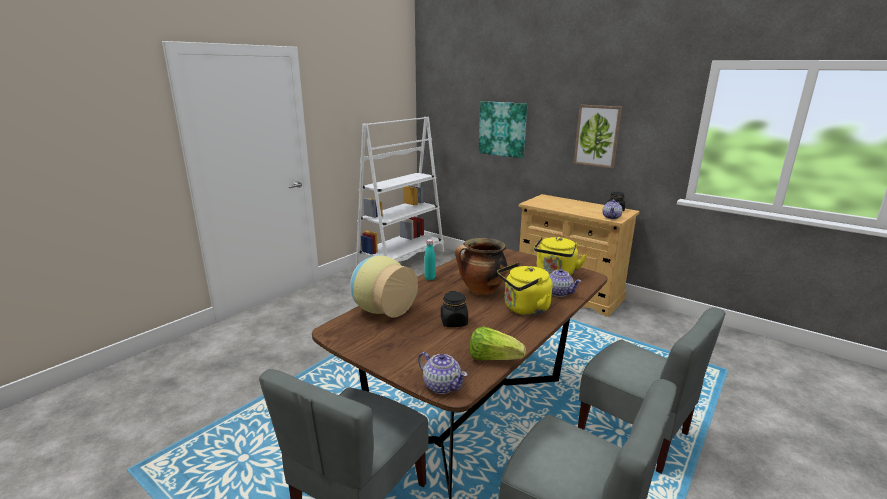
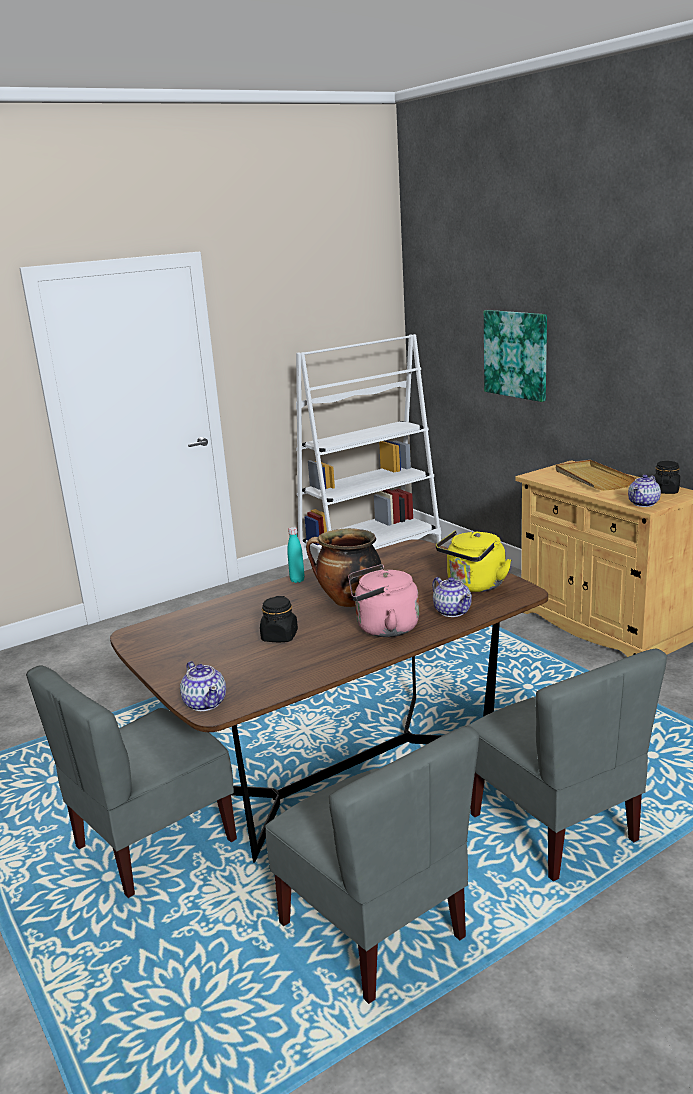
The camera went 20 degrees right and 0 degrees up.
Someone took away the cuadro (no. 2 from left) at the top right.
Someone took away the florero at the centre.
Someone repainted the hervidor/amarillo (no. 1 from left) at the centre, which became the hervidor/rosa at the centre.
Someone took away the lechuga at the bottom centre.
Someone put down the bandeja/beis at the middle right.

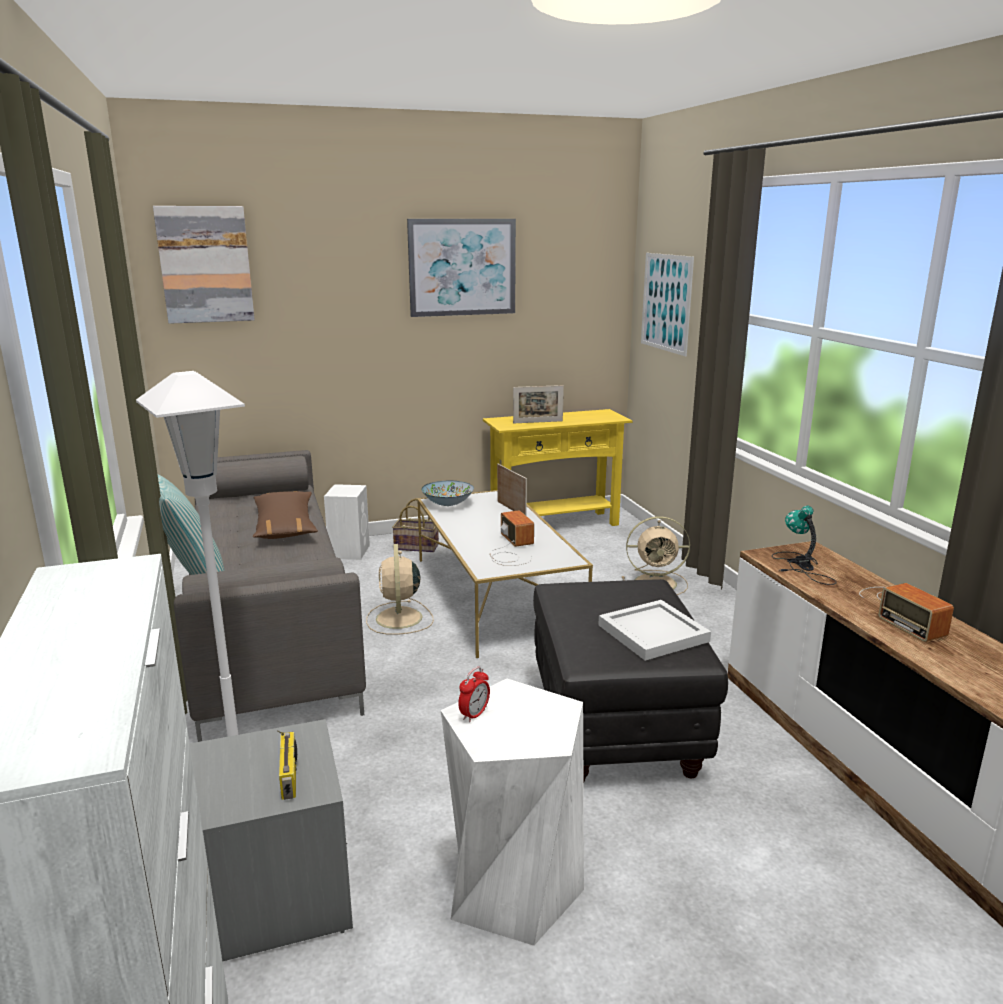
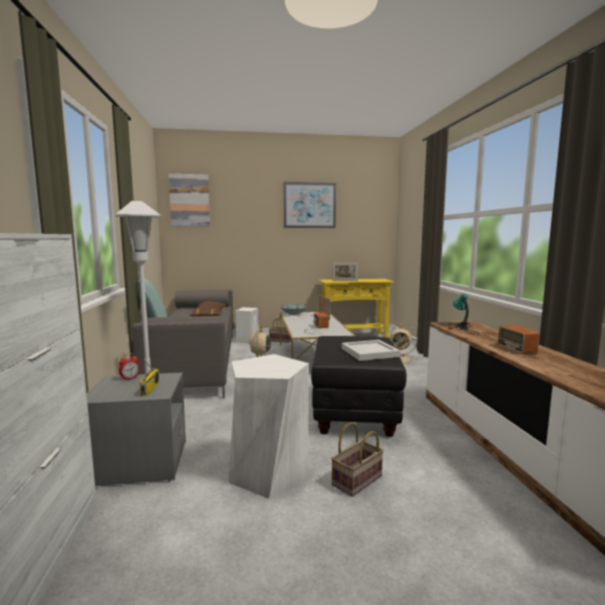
The camera went 10 degrees right and 10 degrees down.
Someone took away the cuadro (no. 3 from left) at the top centre.
Someone carried the despertador from the bottom centre to the middle left.
Someone put down the cesta (no. 2 from left) at the bottom centre.

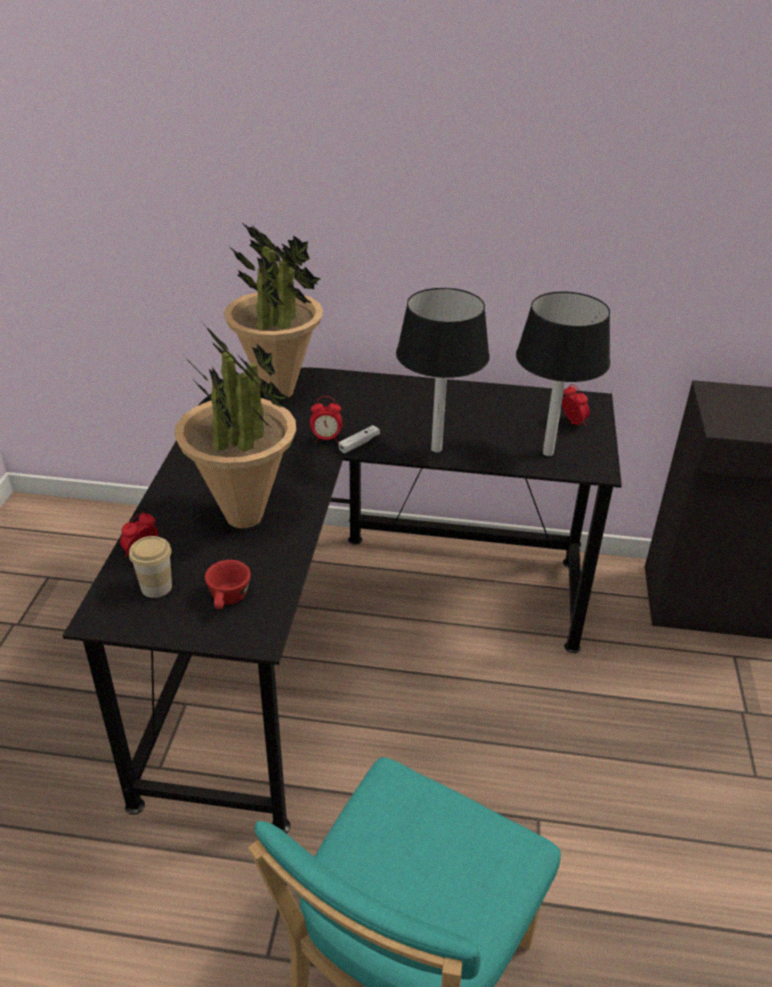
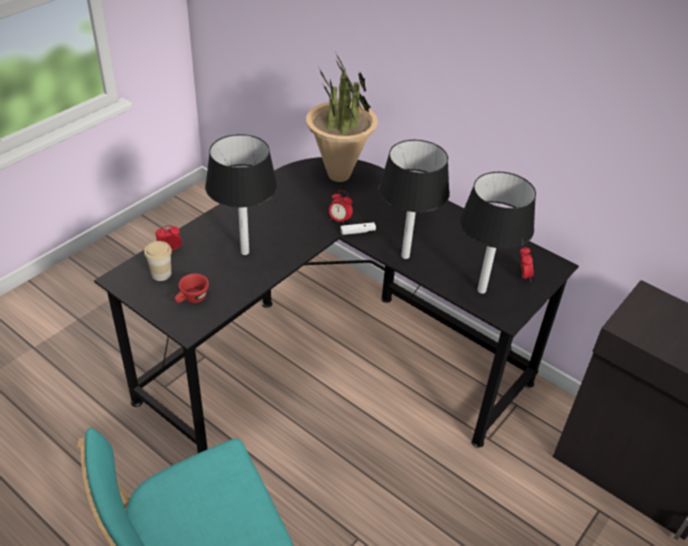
The camera went 30 degrees right and 5 degrees up.
Someone swapped the planta en maceta (no. 1 from left) at the middle left for the lámpara de mesa/negro (no. 1 from left) at the centre.

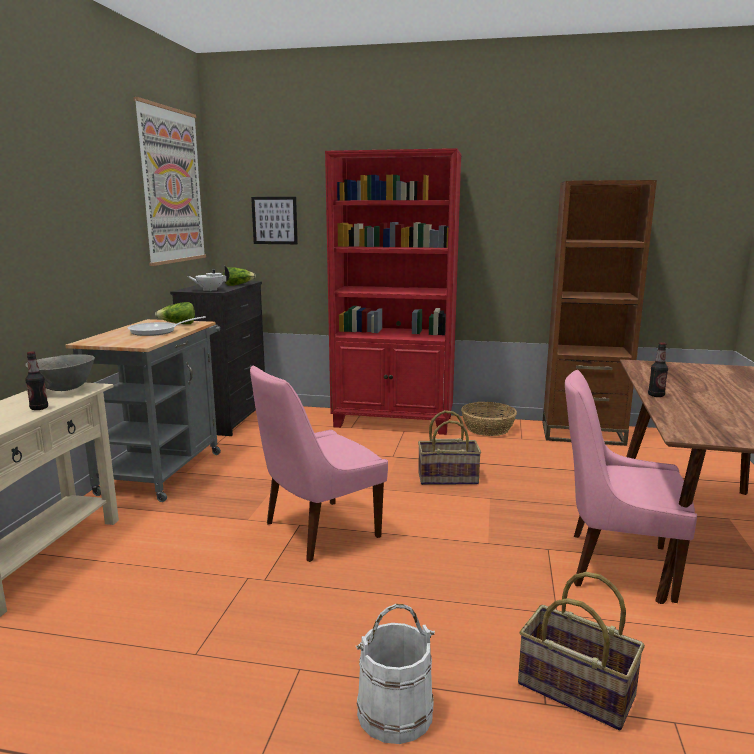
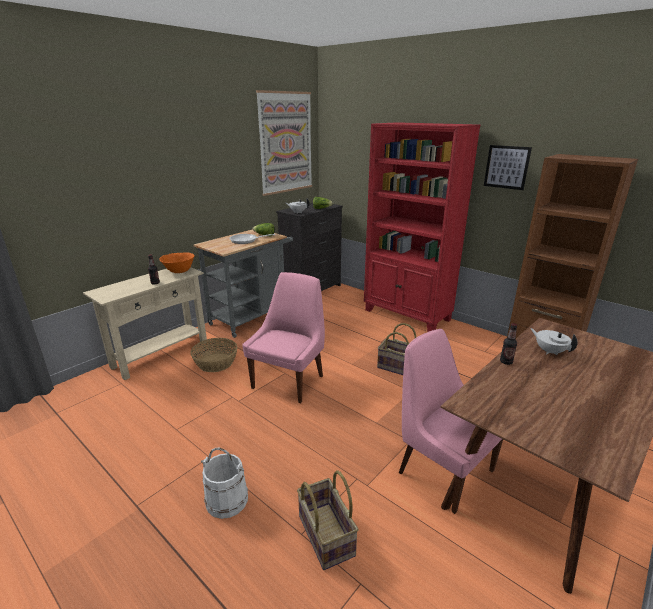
The camera went 30 degrees right and 10 degrees up.
Someone carried the cuadro (no. 2 from left) from the top centre to the top right.
Someone repainted the cuenco/gris at the middle left, which became the cuenco/naranja at the middle left.
Someone rotated the silla/rosa (no. 1 from left) at the centre by 120 degrees clockwise.
Someone carried the cesta (no. 2 from left in the first image) from the centre to the middle left.
Someone put down the tetera/blanco (no. 2 from left) at the middle right.

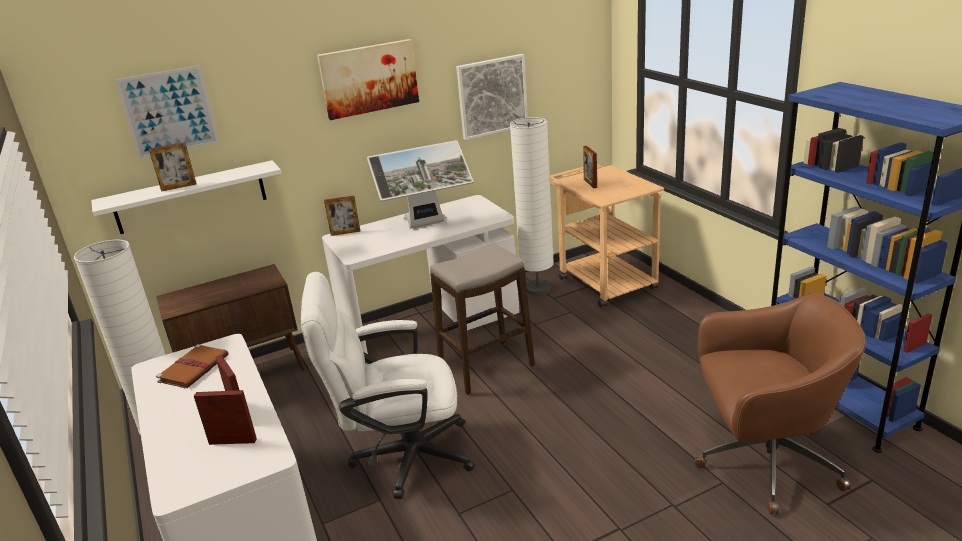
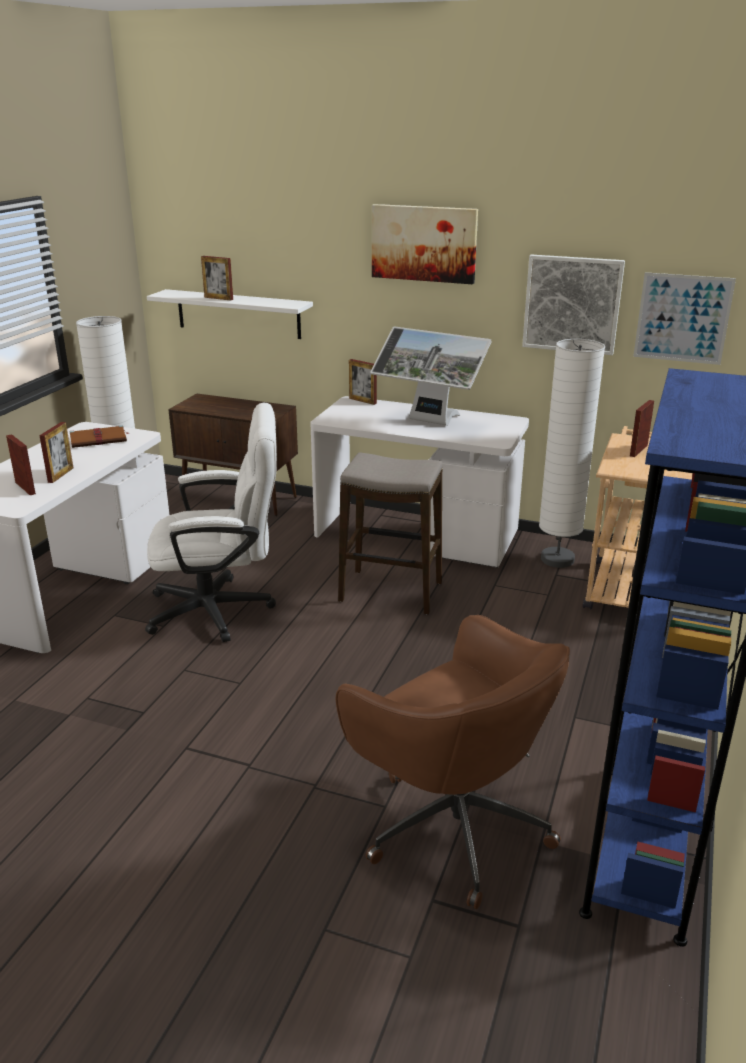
The camera went 45 degrees right and 0 degrees up.
Someone carried the cuadro (no. 1 from left in the first image) from the top left to the top right.
Someone rotated the silla de oficina/blanco at the bottom centre by 135 degrees clockwise.

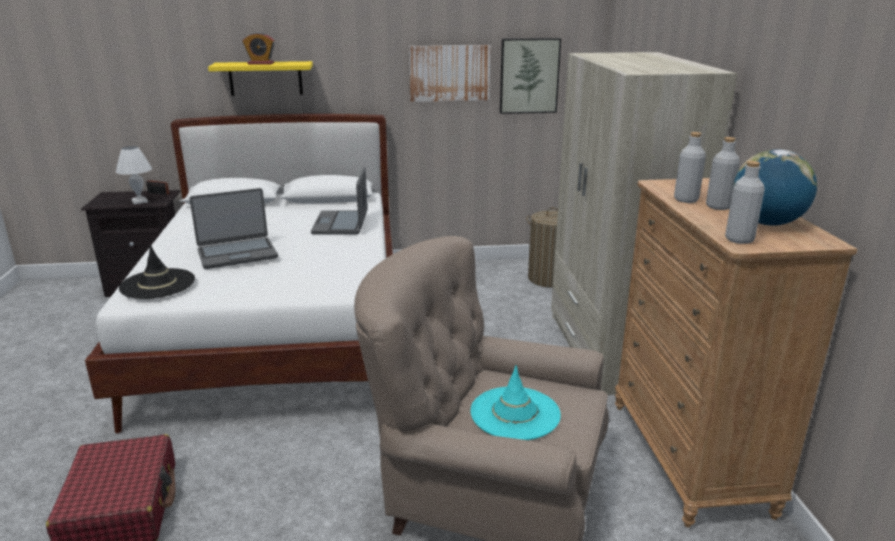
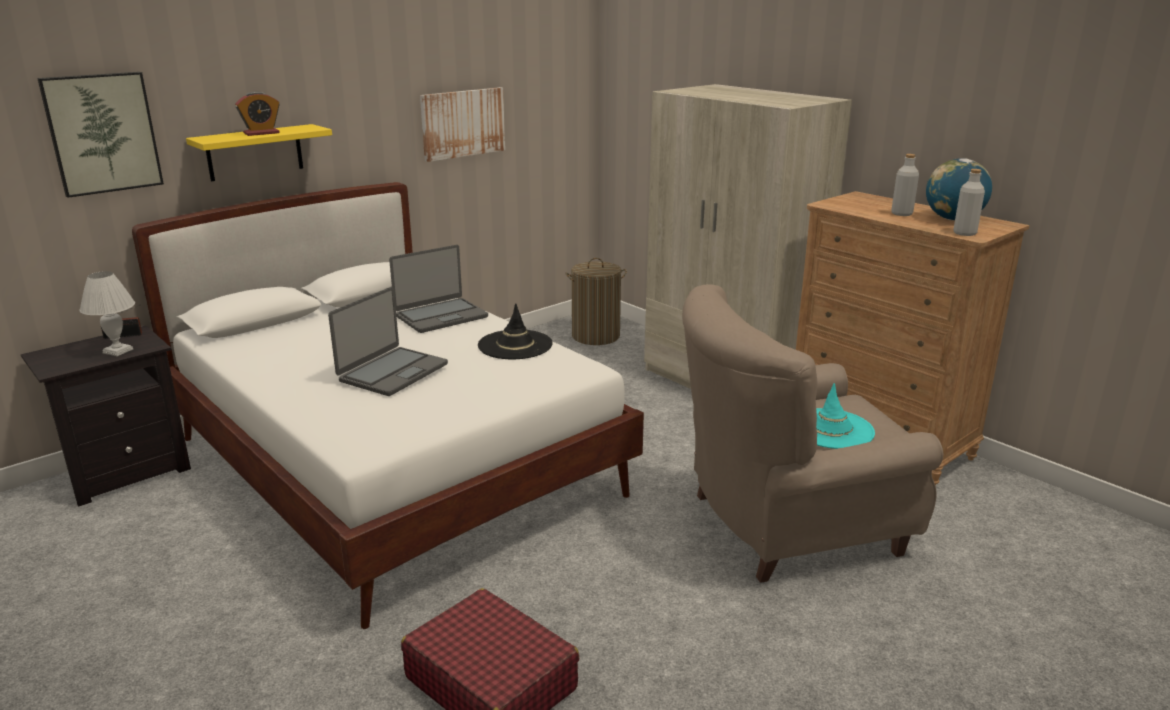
The camera went 35 degrees left and 0 degrees up.
Someone carried the cuadro (no. 2 from left in the first image) from the top centre to the top left.
Someone took away the botella/gris (no. 1 from left) at the top right.
Someone rotated the portátil (no. 2 from left) at the centre by 90 degrees counterclockwise.
Someone carried the sombrero/negro from the middle left to the centre.

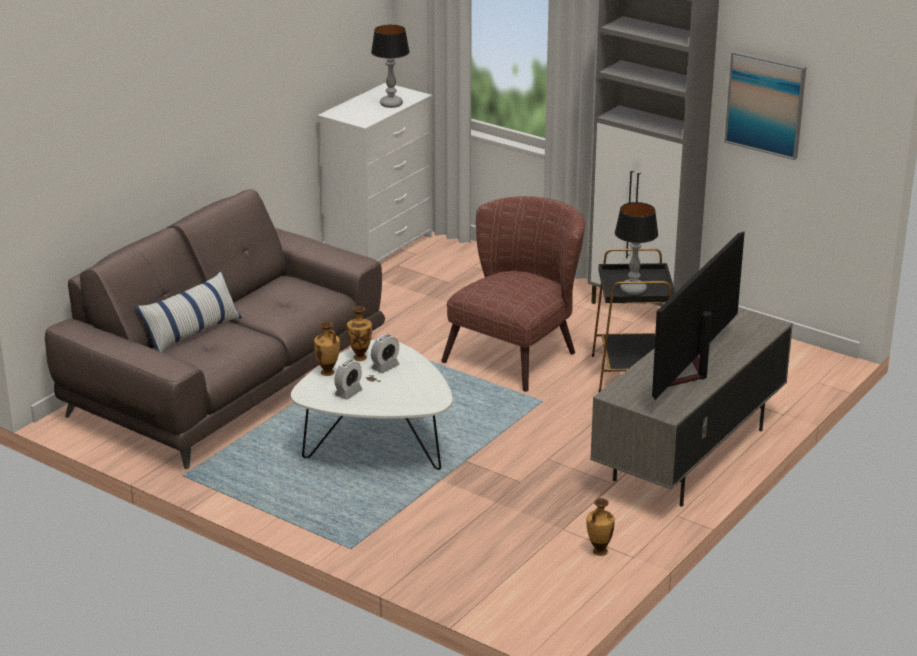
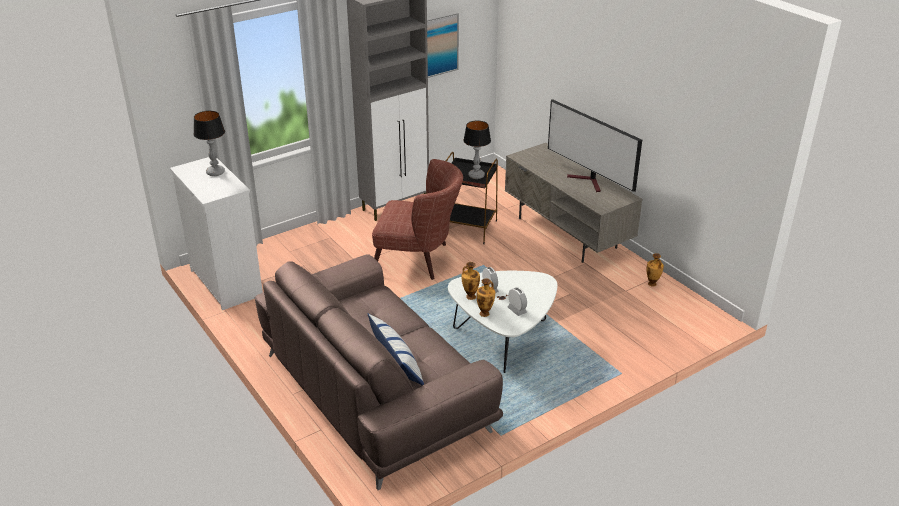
The camera went 70 degrees left and 5 degrees up.
Someone rotated the sillón/marrón at the centre by 135 degrees clockwise.

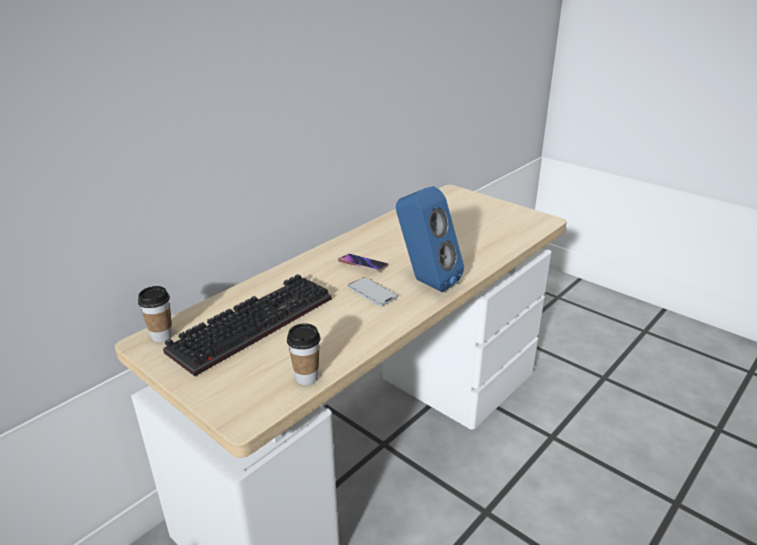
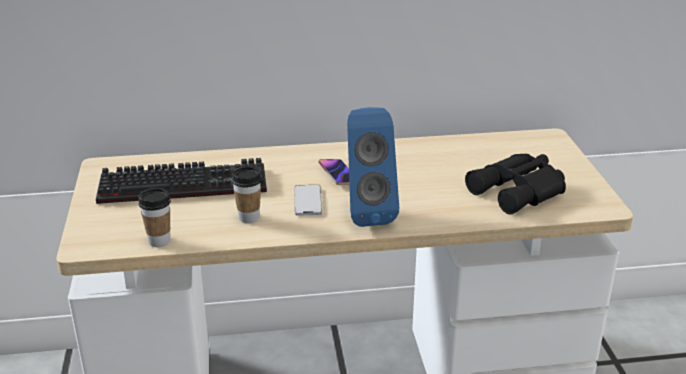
The camera went 40 degrees right and 0 degrees up.
Someone carried the taza (no. 1 from left in the first image) from the middle left to the centre.
Someone put down the prismáticos/negro at the middle right.

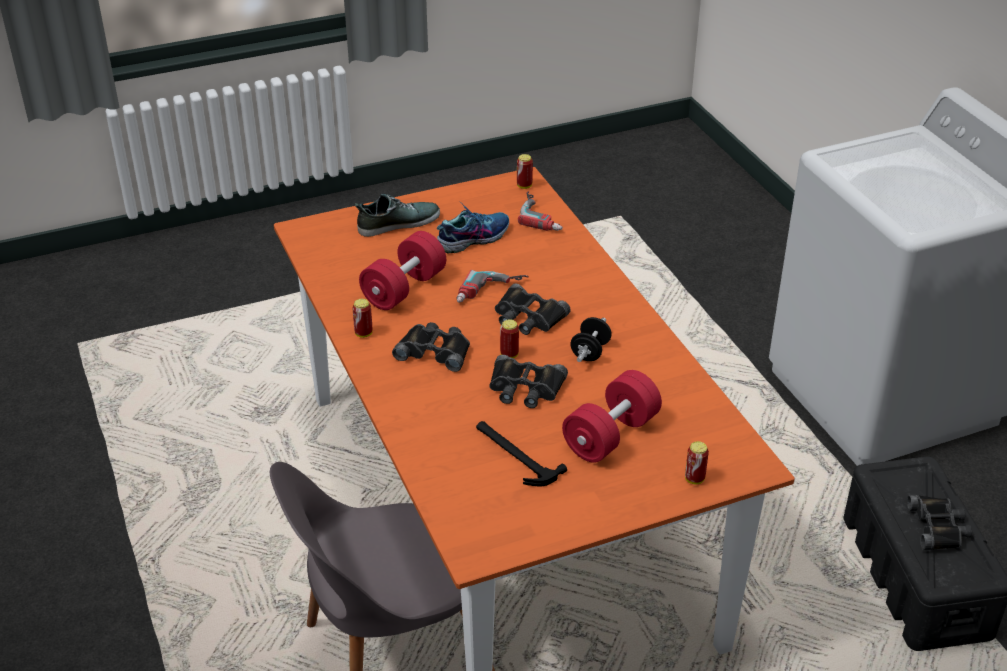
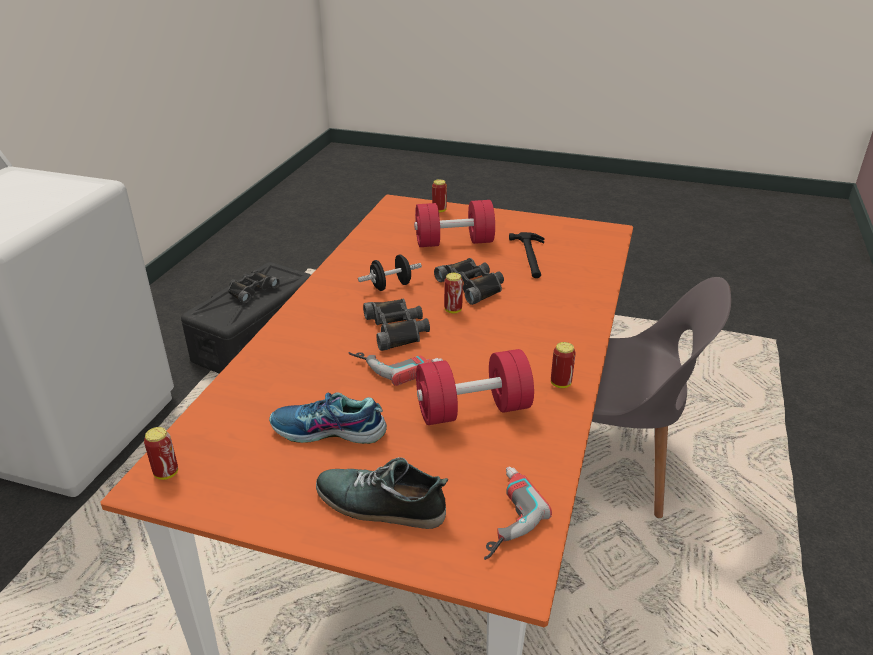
The camera went 140 degrees left and 5 degrees down.
Someone carried the taladro (no. 2 from left) from the top centre to the bottom centre.
Someone took away the prismáticos/negro (no. 1 from left) at the centre.

